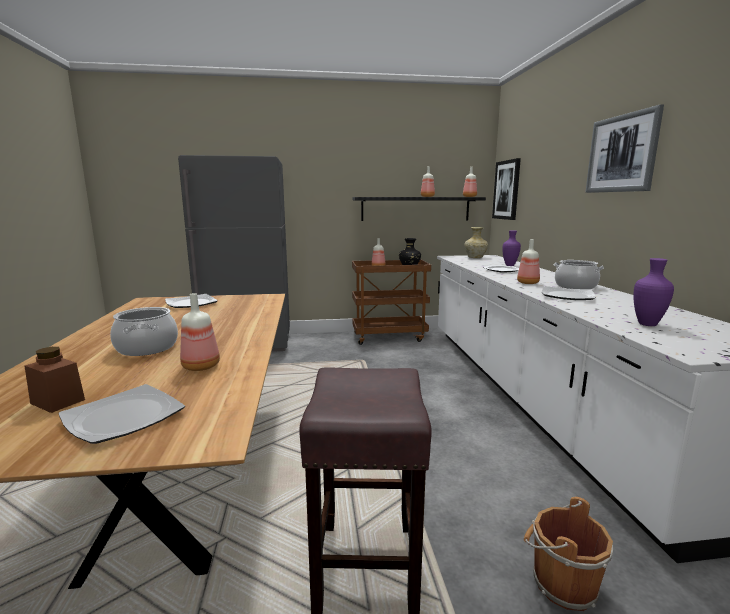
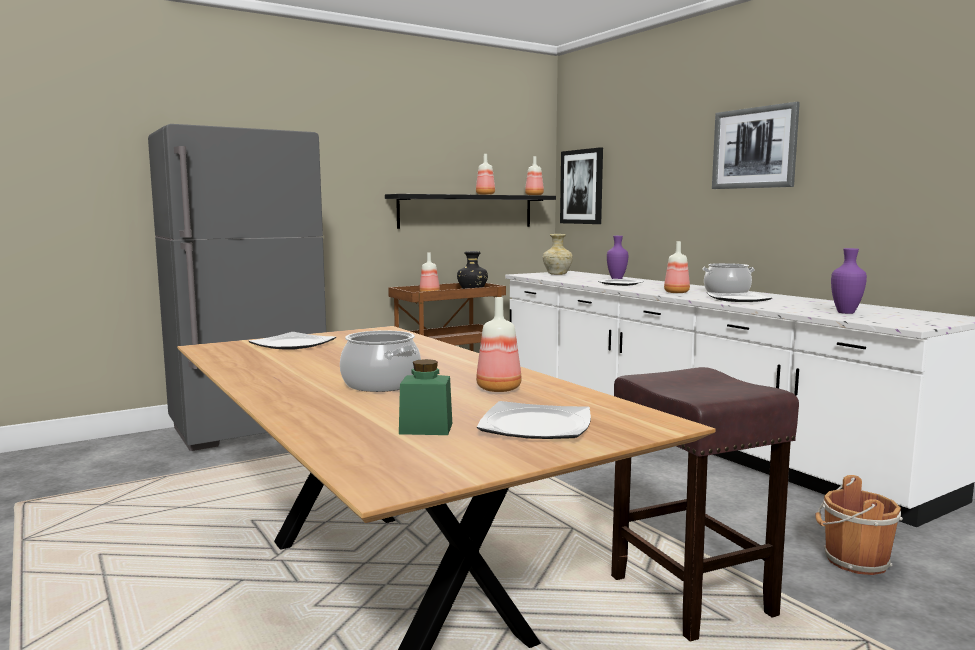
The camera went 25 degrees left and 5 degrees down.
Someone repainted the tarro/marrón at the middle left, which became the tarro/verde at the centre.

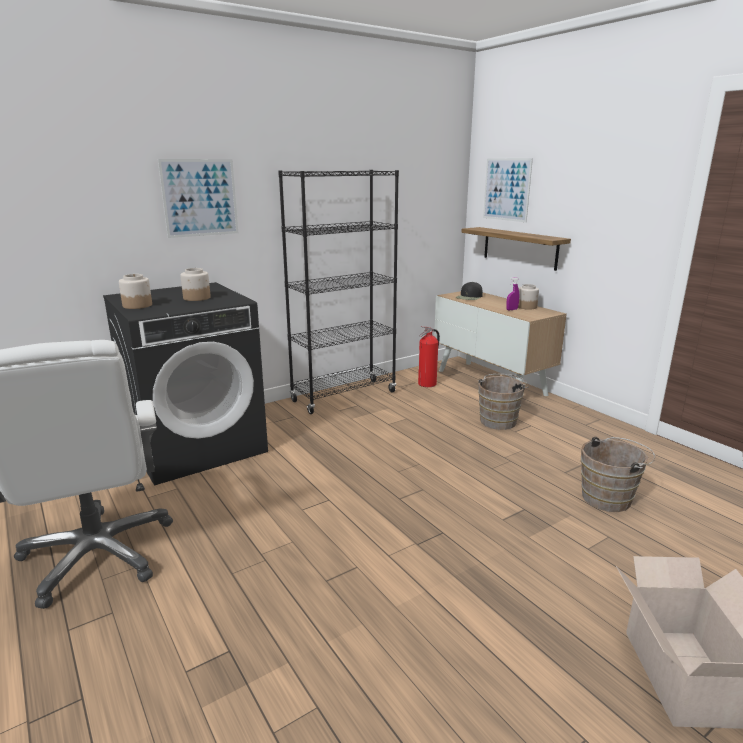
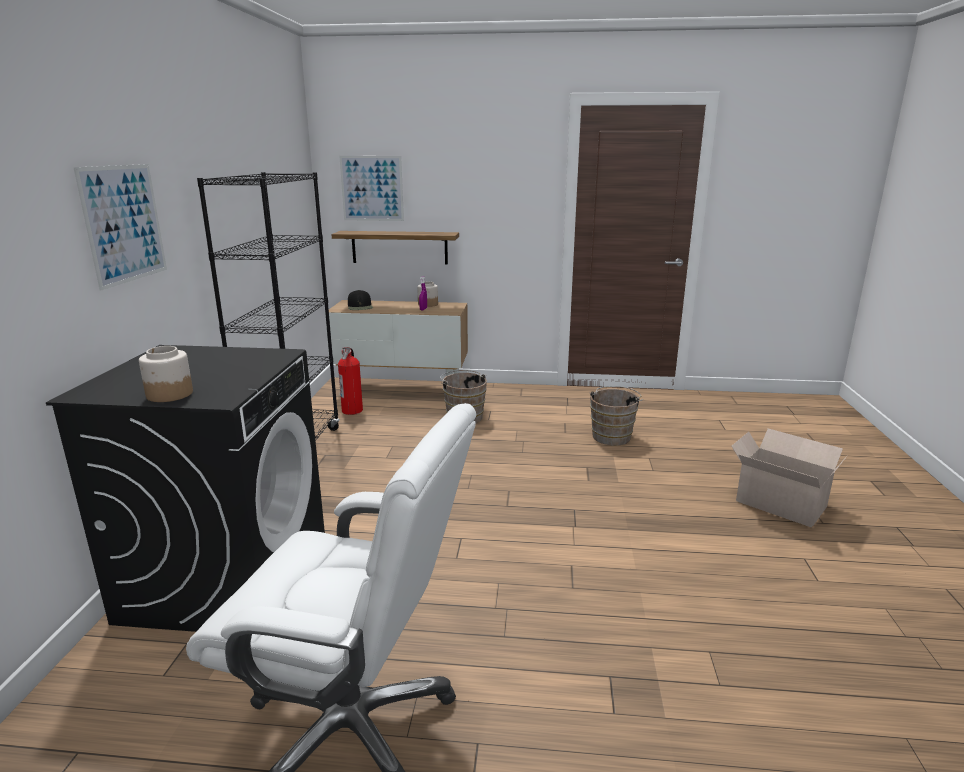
The camera went 50 degrees left and 0 degrees up.
Someone took away the tarro (no. 2 from left) at the middle left.

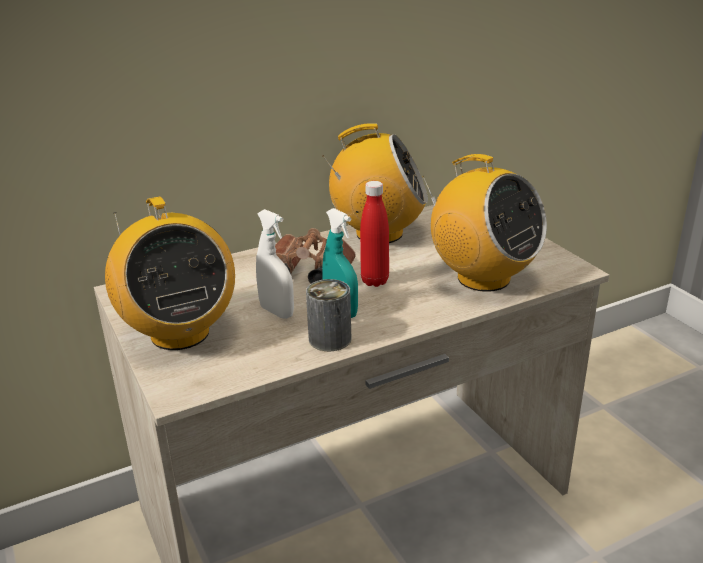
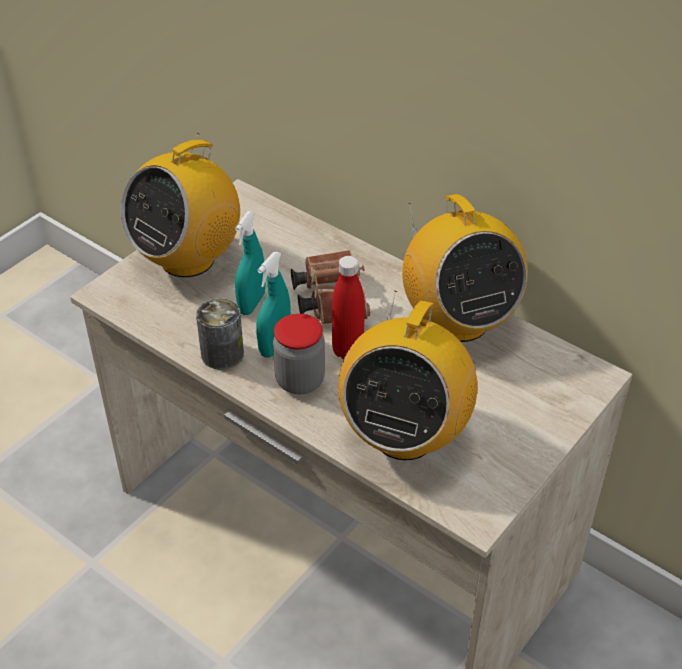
The camera went 65 degrees right and 15 degrees up.
Someone repainted the pulverizador/blanco at the centre, which became the pulverizador/turquesa (no. 1 from left) at the centre.
Someone put down the tarro at the centre.

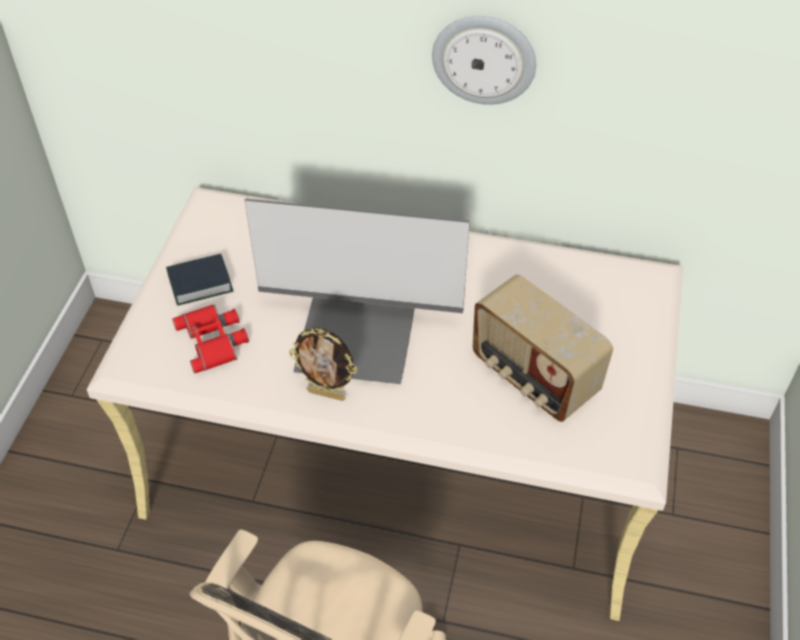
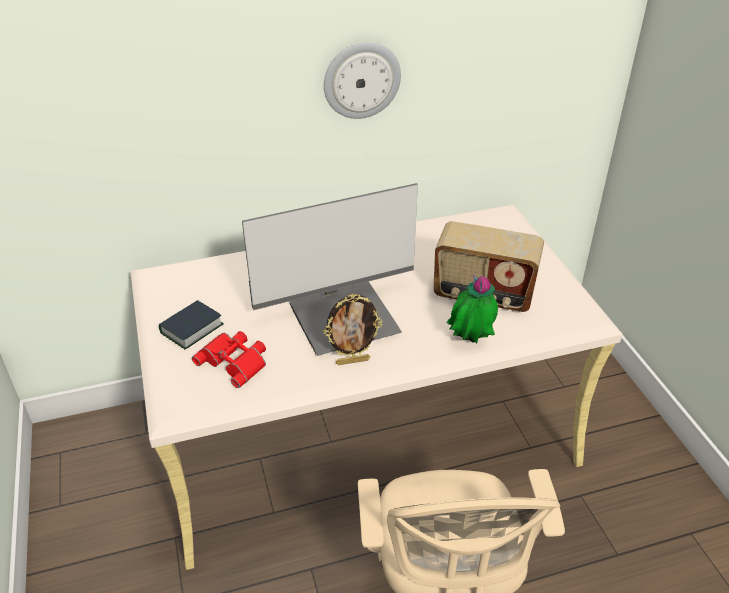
The camera went 30 degrees left and 10 degrees down.
Someone put down the planta en maceta at the centre.

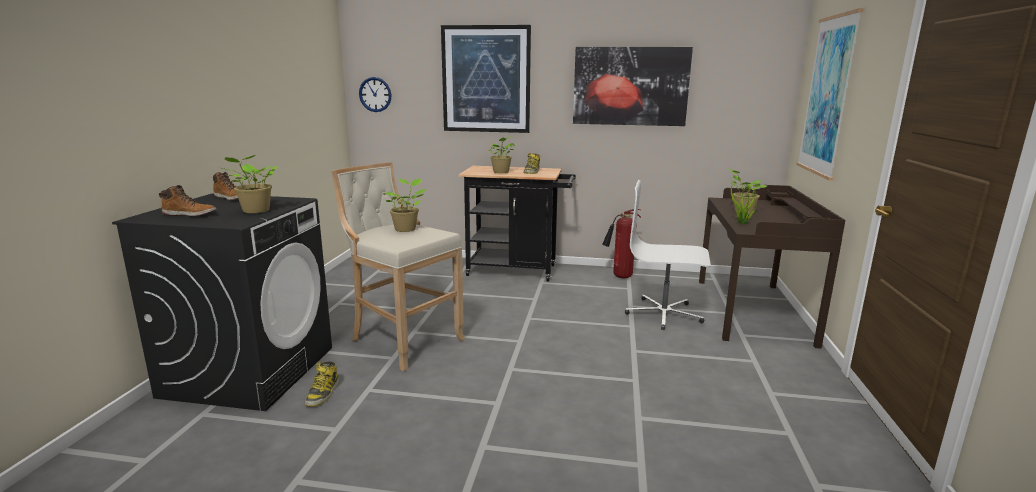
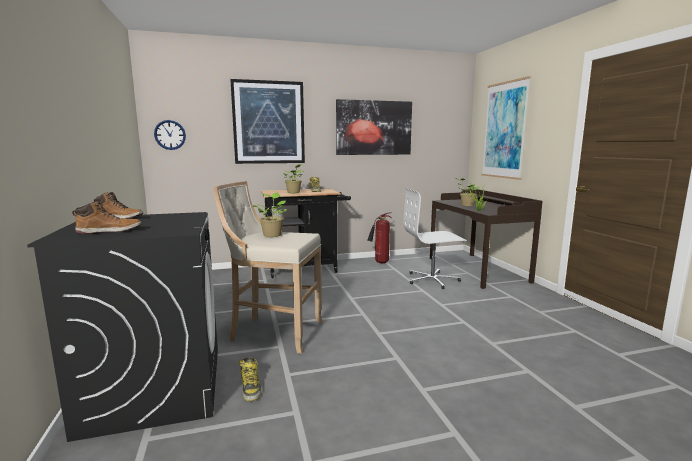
The camera went 25 degrees left and 5 degrees down.
Someone took away the planta en maceta (no. 1 from left) at the middle left.

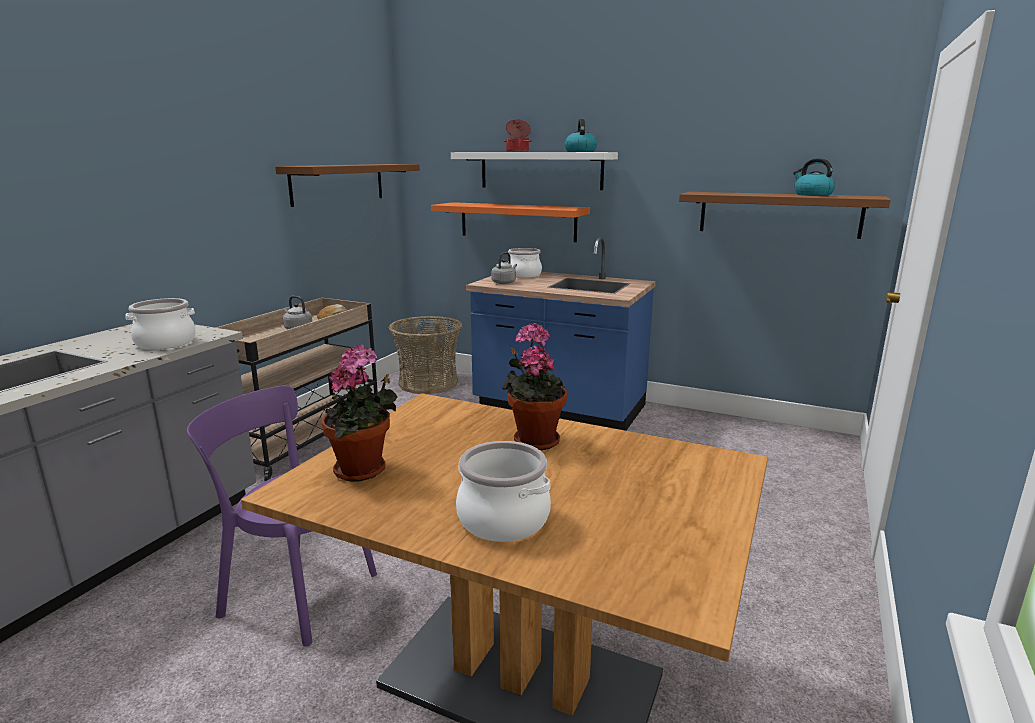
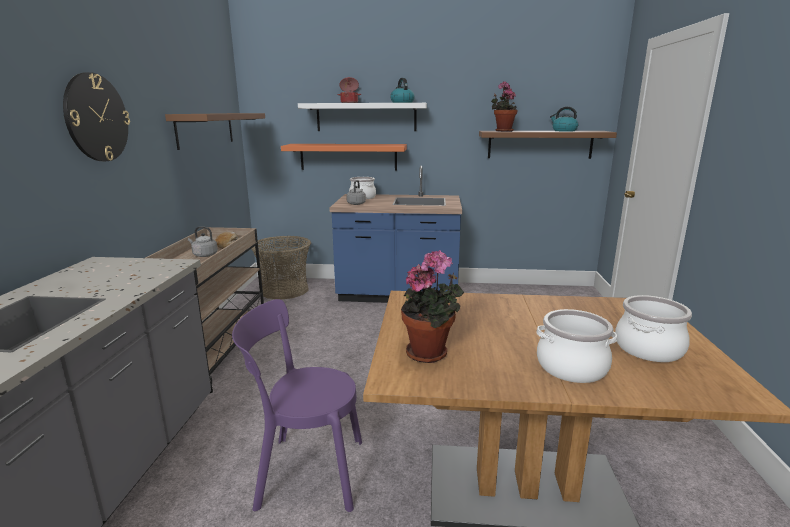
The camera went 20 degrees left and 0 degrees up.
Someone carried the olla (no. 1 from left in the first image) from the middle left to the middle right.
Someone carried the planta en maceta (no. 2 from left) from the centre to the top centre.
Someone put up the reloj de pared at the top left.

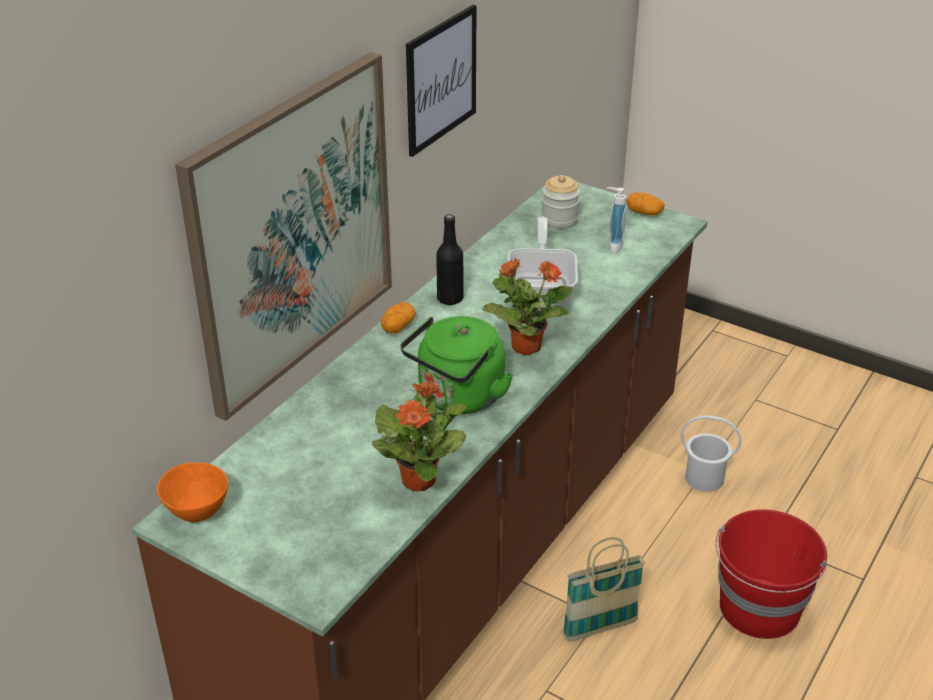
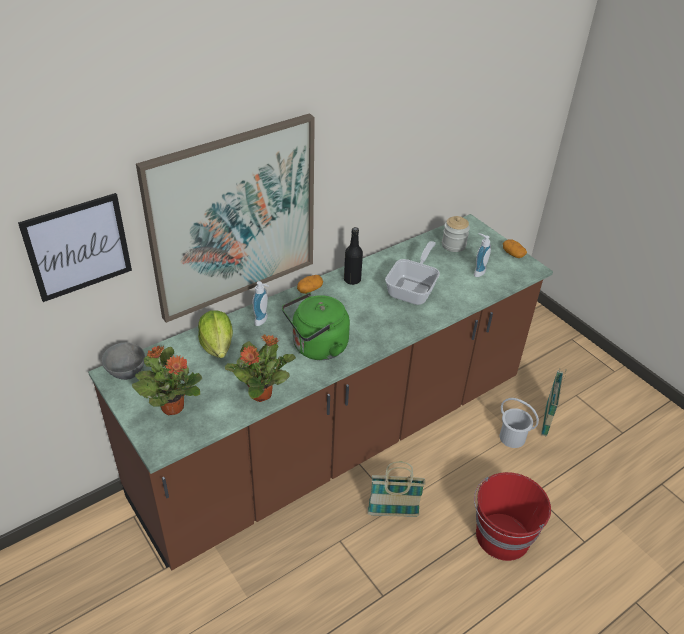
The camera went 20 degrees right and 5 degrees up.
Someone carried the cuadro (no. 2 from left in the first image) from the top centre to the middle left.
Someone carried the planta en maceta (no. 2 from left in the first image) from the centre to the middle left.
Someone repainted the cuenco/naranja at the bottom left, which became the cuenco/gris at the middle left.
Someone put down the dispensador de jabón (no. 1 from left) at the centre.
Someone put down the lechuga at the middle left.
Someone put down the cesta (no. 2 from left) at the middle right.

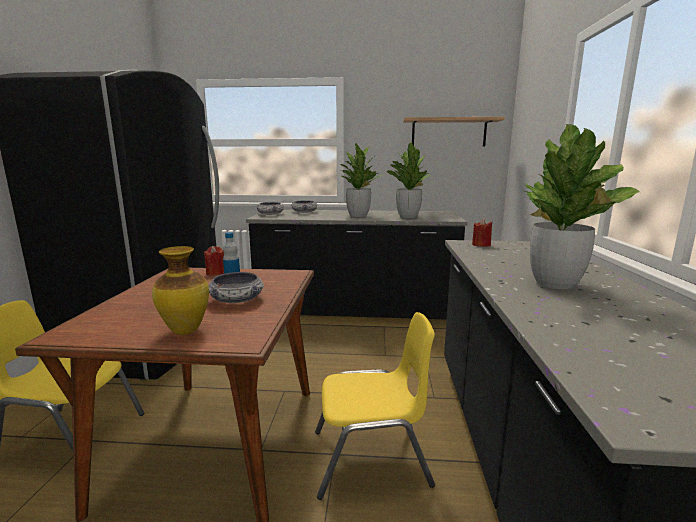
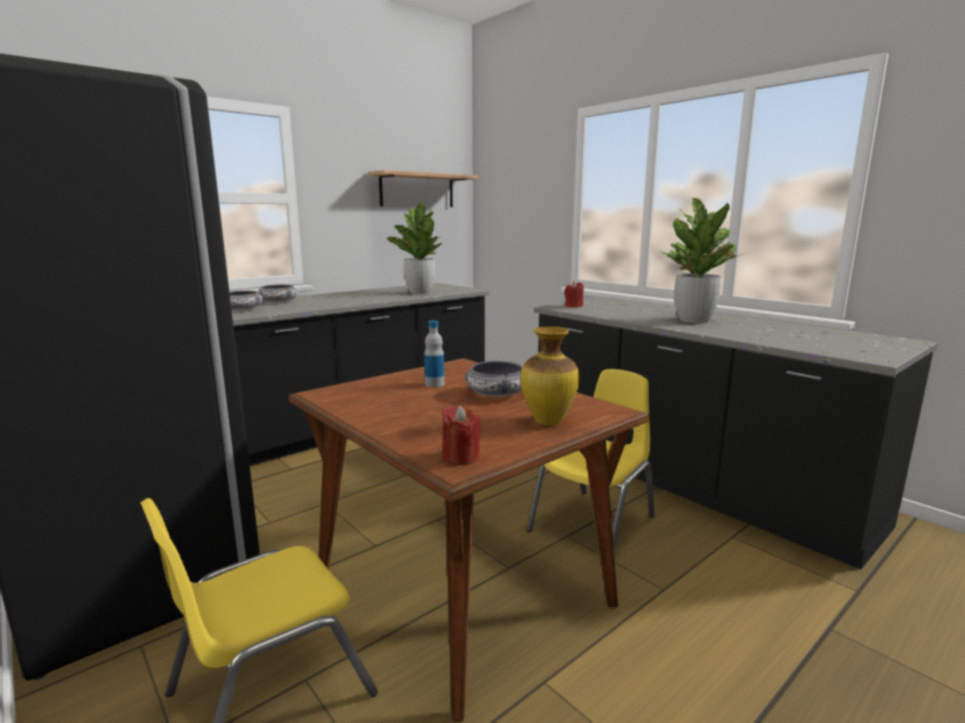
The camera went 45 degrees left and 0 degrees up.
Someone took away the planta en maceta (no. 1 from left) at the centre.
Someone carried the vela/rojo (no. 1 from left) from the middle left to the centre.

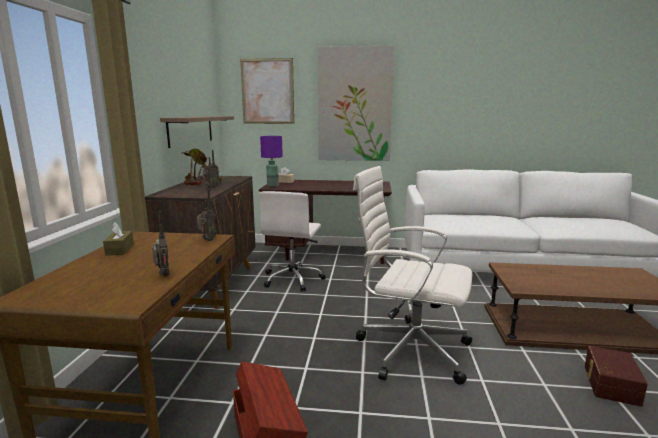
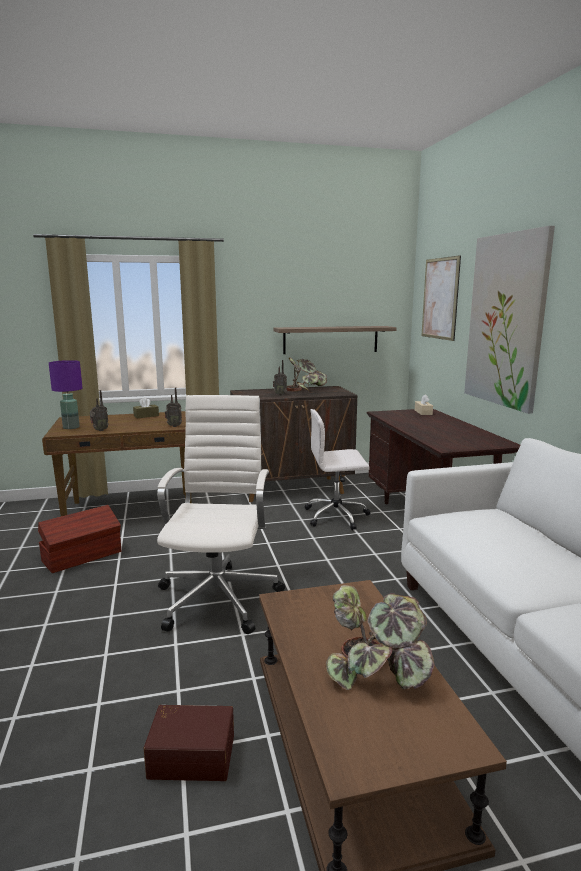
The camera went 70 degrees right and 0 degrees up.
Someone carried the lámpara de mesa/morado from the centre to the middle left.
Someone put down the planta en maceta (no. 2 from left) at the bottom centre.

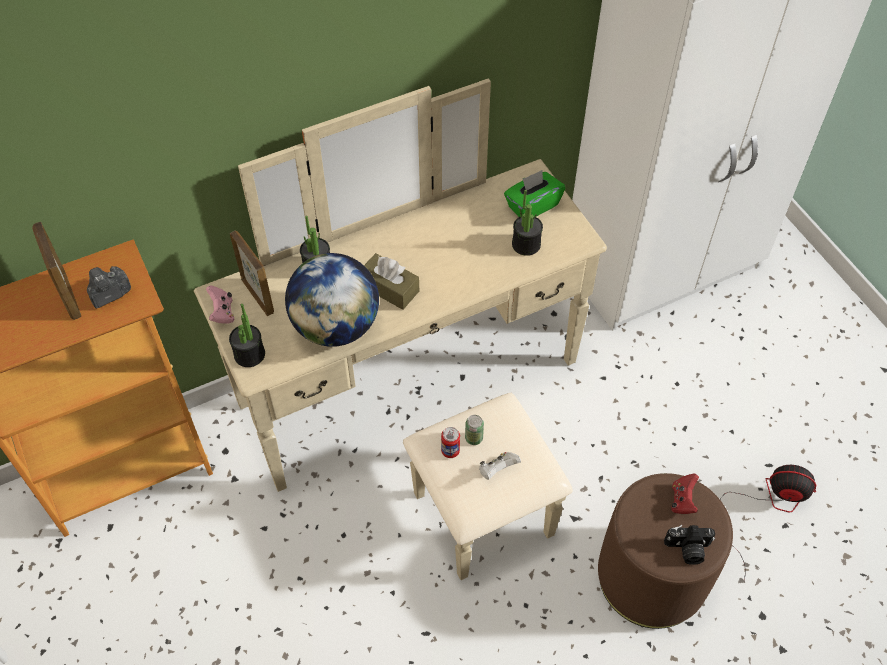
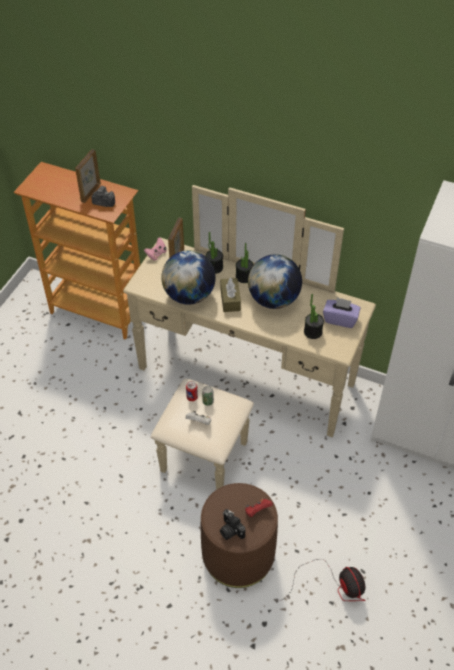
The camera went 50 degrees right and 5 degrees down.
Someone repainted the caja de pañuelos/verde at the top centre, which became the caja de pañuelos/morado at the middle right.
Someone carried the planta en maceta (no. 1 from left in the first image) from the middle left to the centre.
Someone put down the globo terráqueo (no. 2 from left) at the centre.

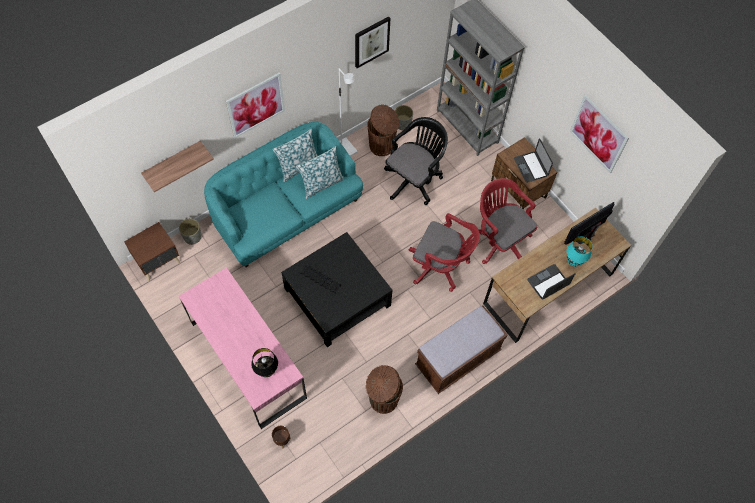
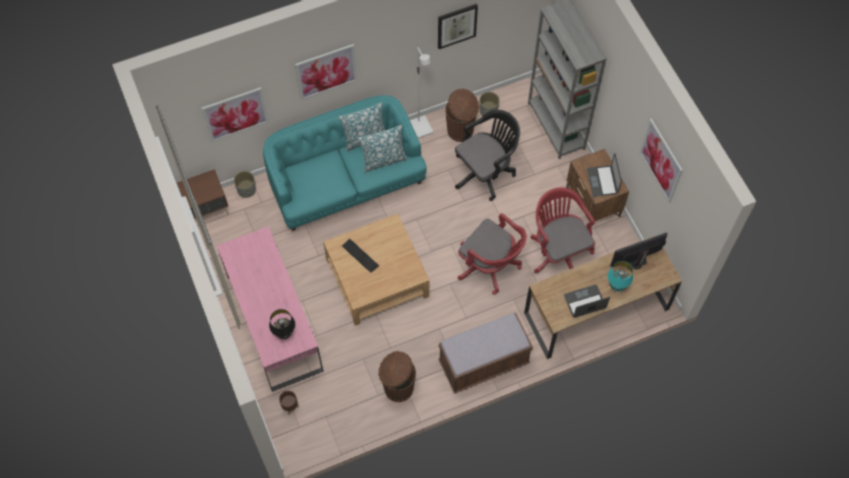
The camera went 15 degrees right and 0 degrees up.
Someone swapped the estante at the top left for the cuadro (no. 1 from left) at the top left.
Someone repainted the mesa de centro/negro at the centre, which became the mesa de centro/beis at the centre.

